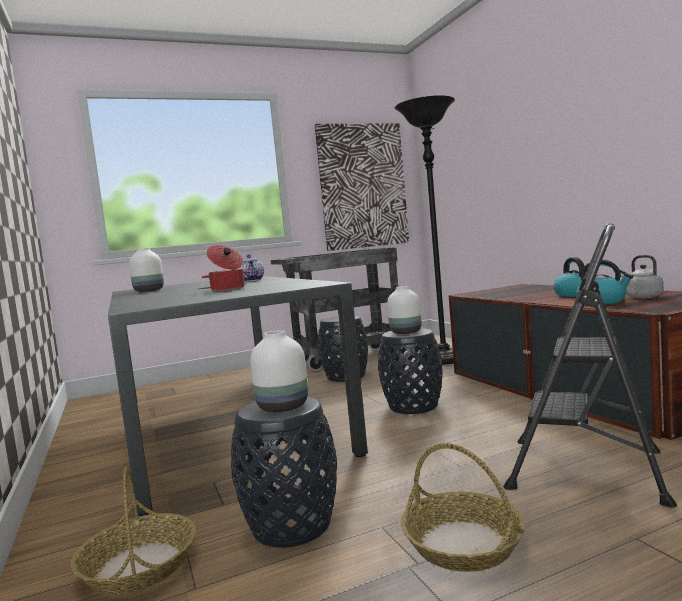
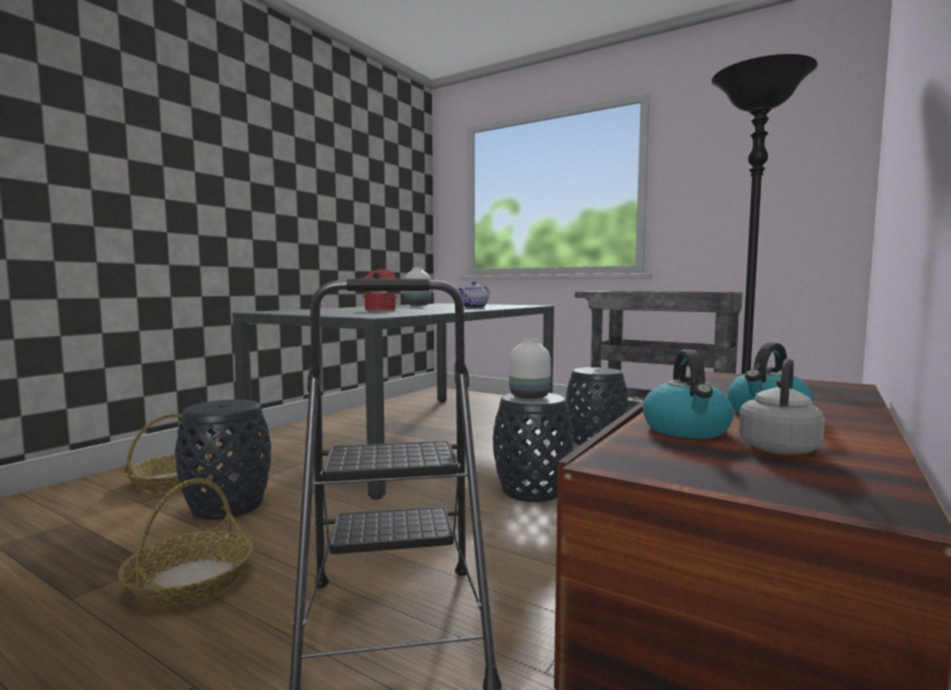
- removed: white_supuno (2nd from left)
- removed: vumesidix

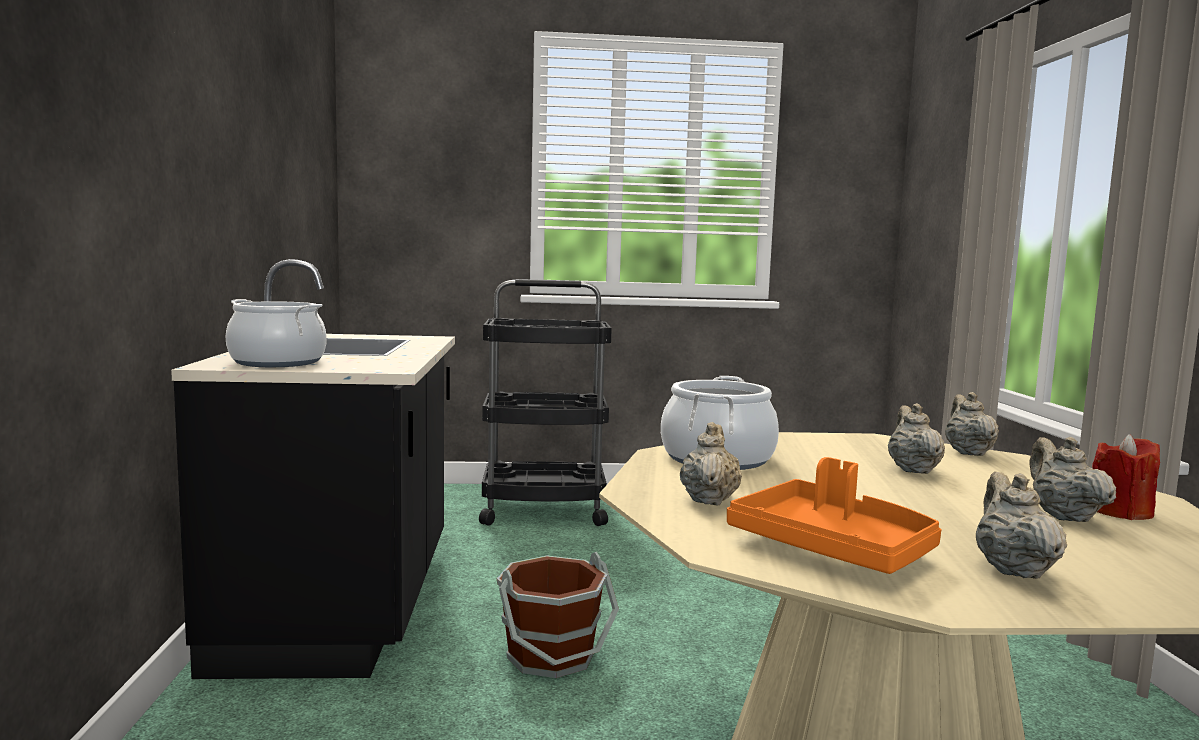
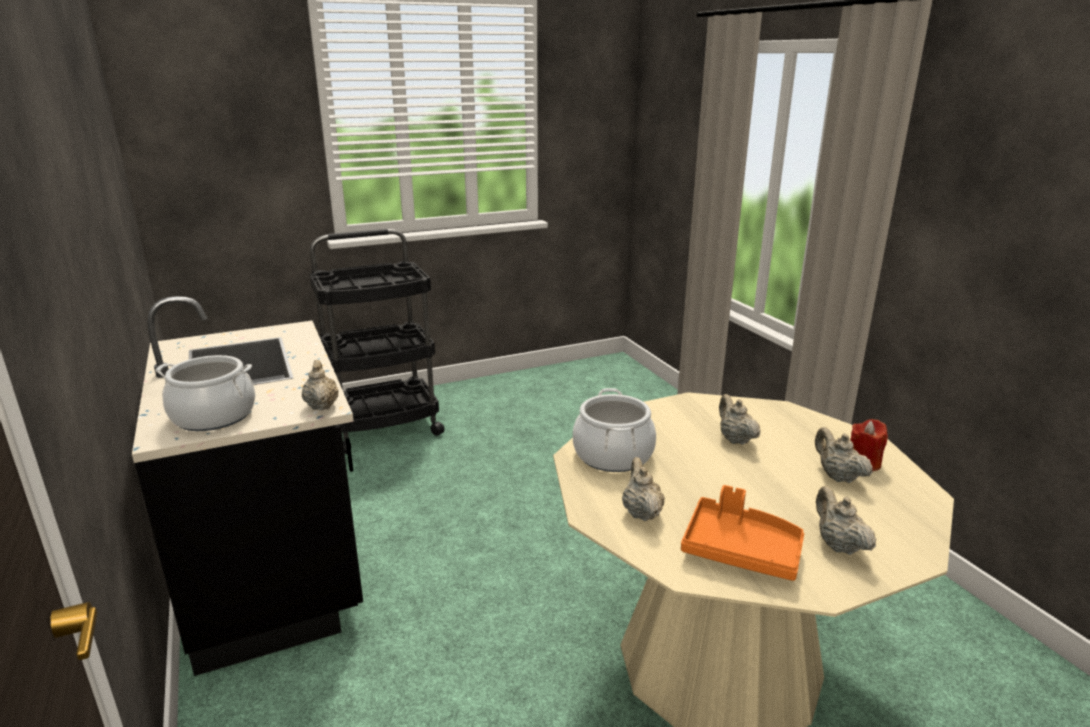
- removed: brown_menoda
- moved: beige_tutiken (3rd from left in the first image) to beige_tutiken (1st from left)

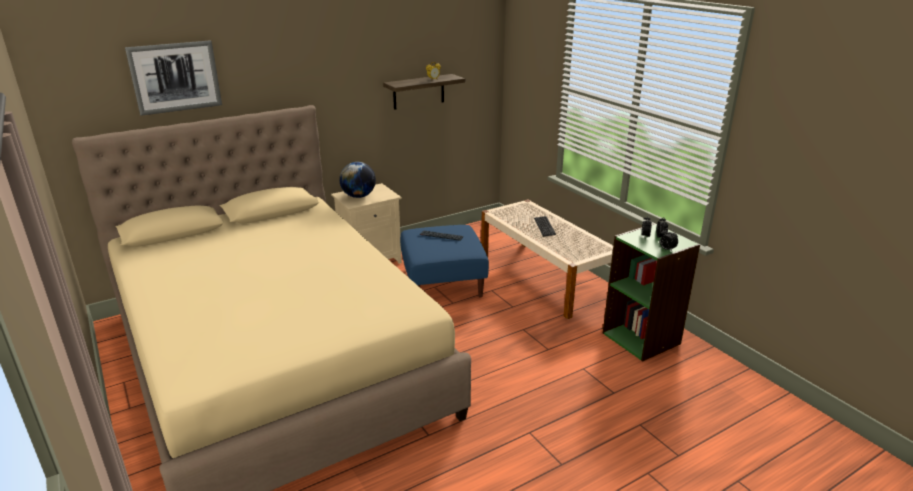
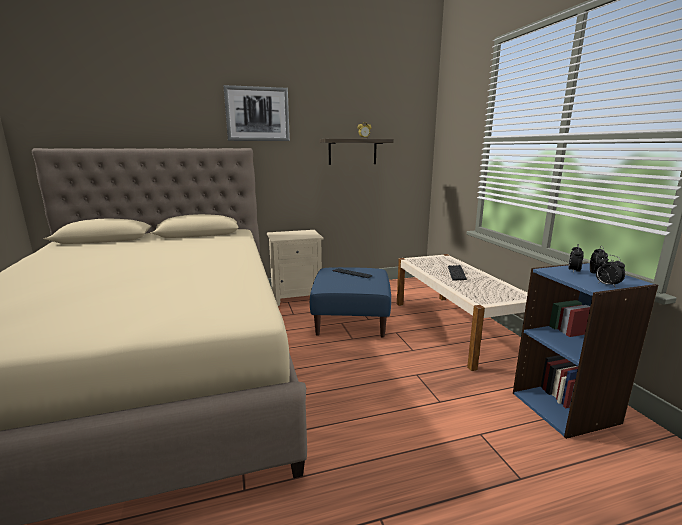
- moved: vumesidix
- removed: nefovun
- recoloured: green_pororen to blue_pororen

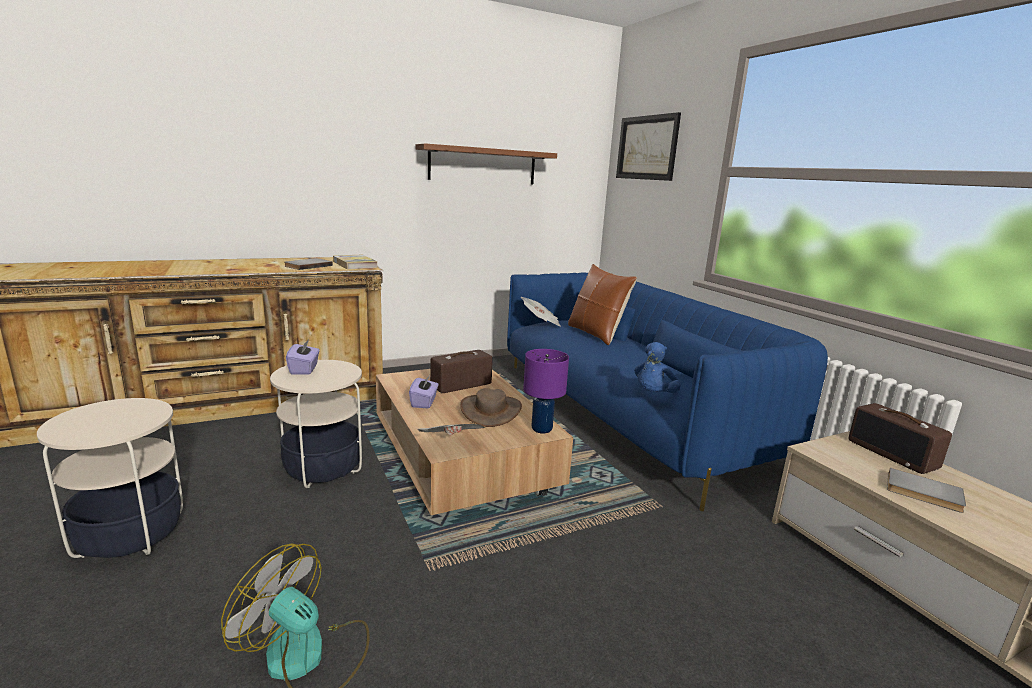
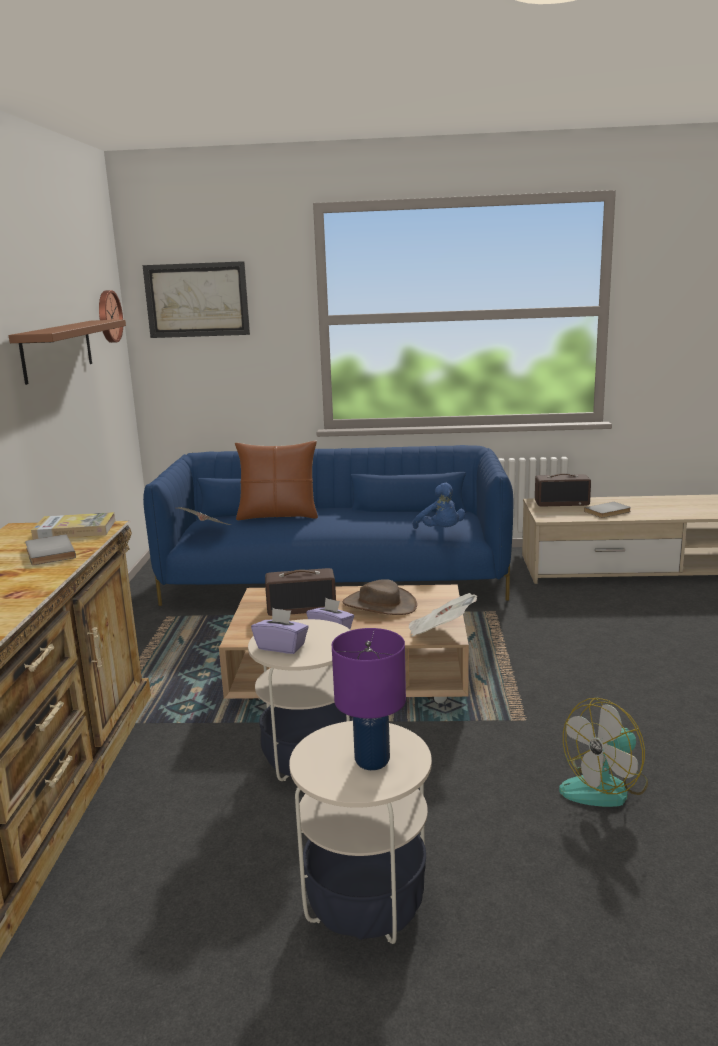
- turned: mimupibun (1st from left) 90 degrees counterclockwise
- moved: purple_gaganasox
- added: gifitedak

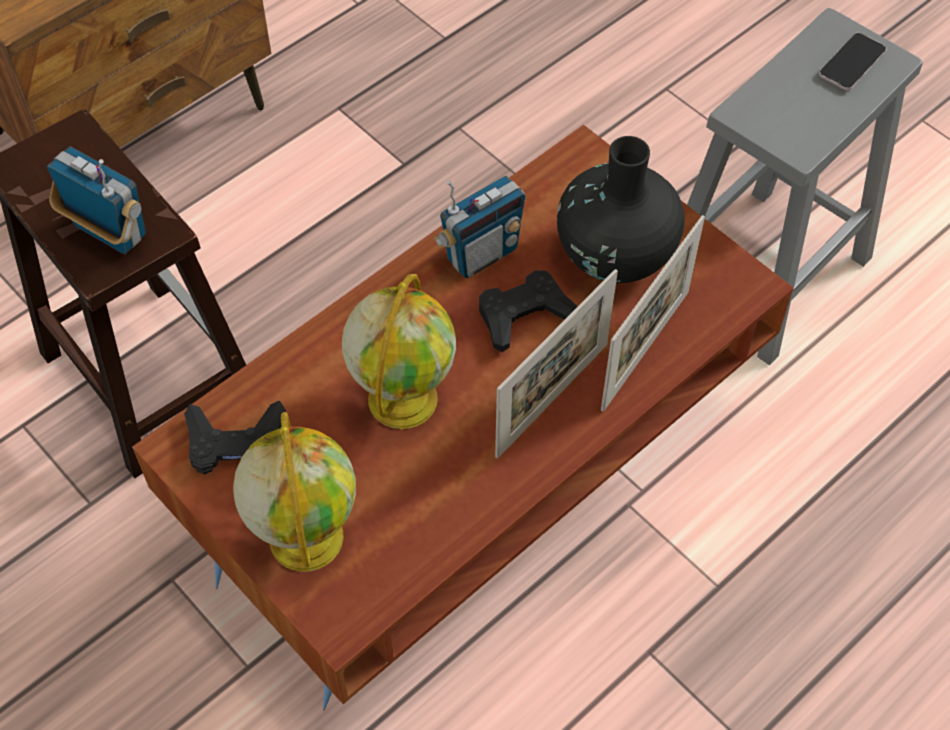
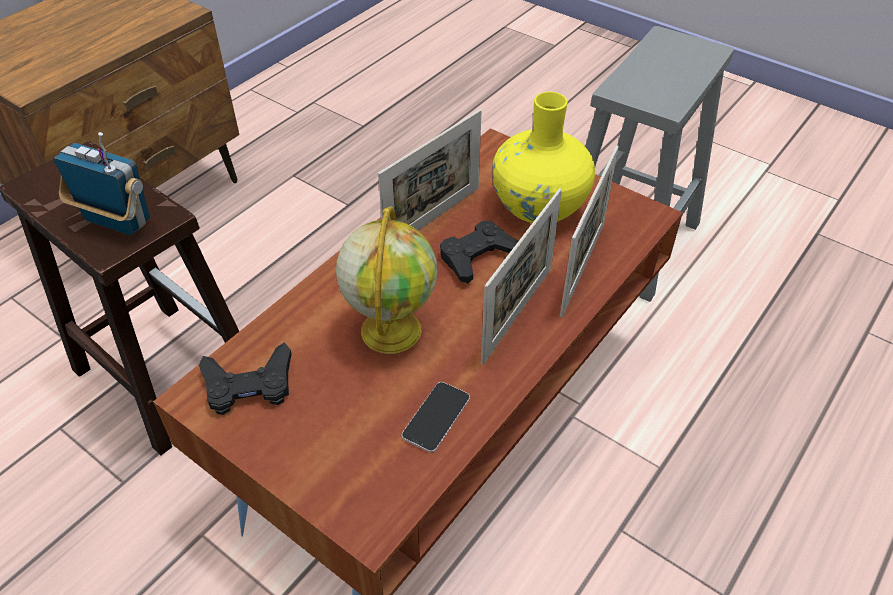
- removed: nefovun (1st from left)
- replaced: mimupibun (2nd from left) to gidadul (1st from left)
- recoloured: black_supuno to yellow_supuno
- moved: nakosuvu

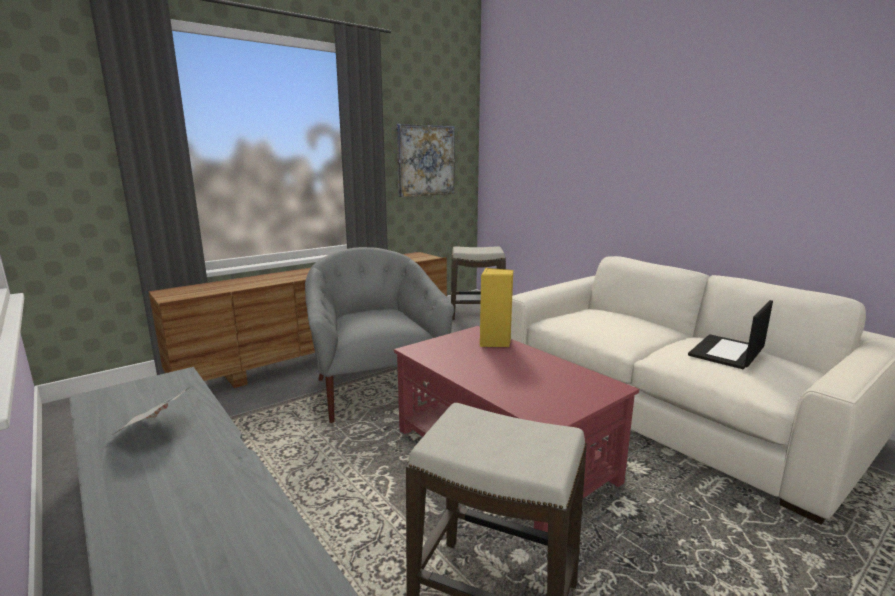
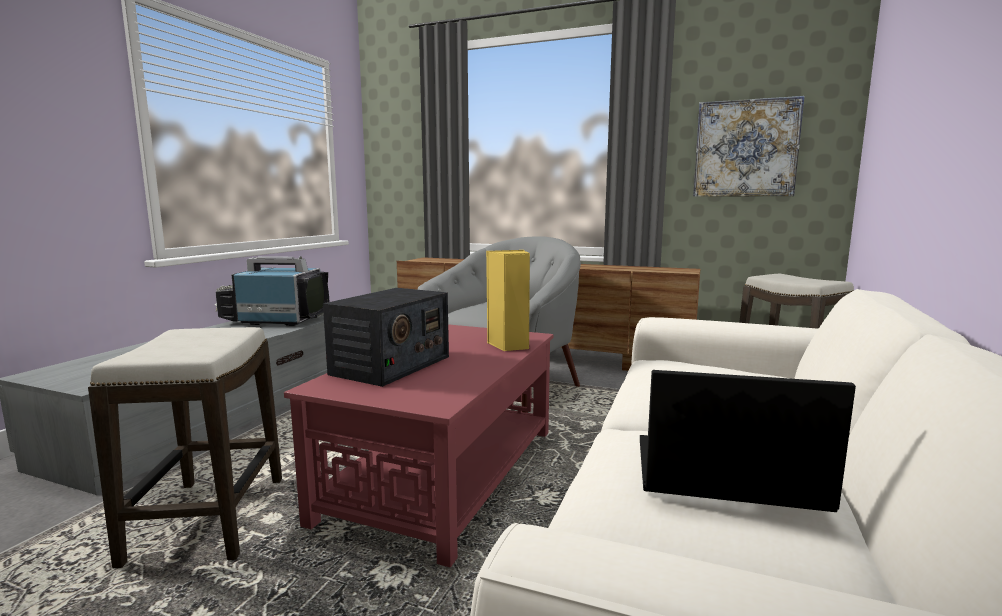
- replaced: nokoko to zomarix
- added: mimupibun

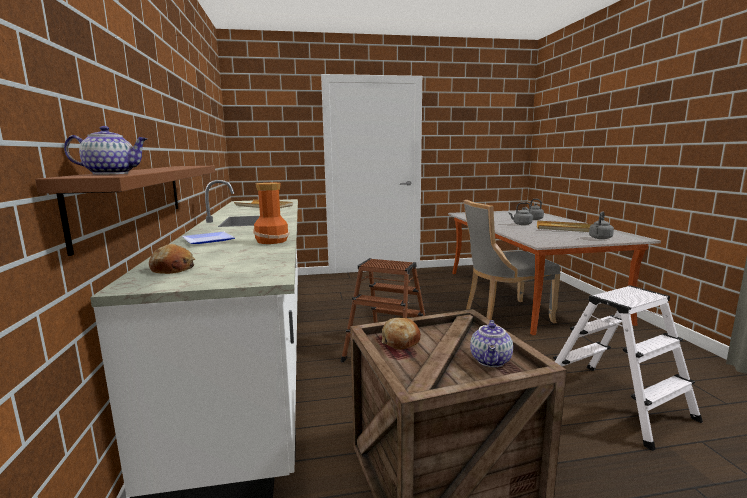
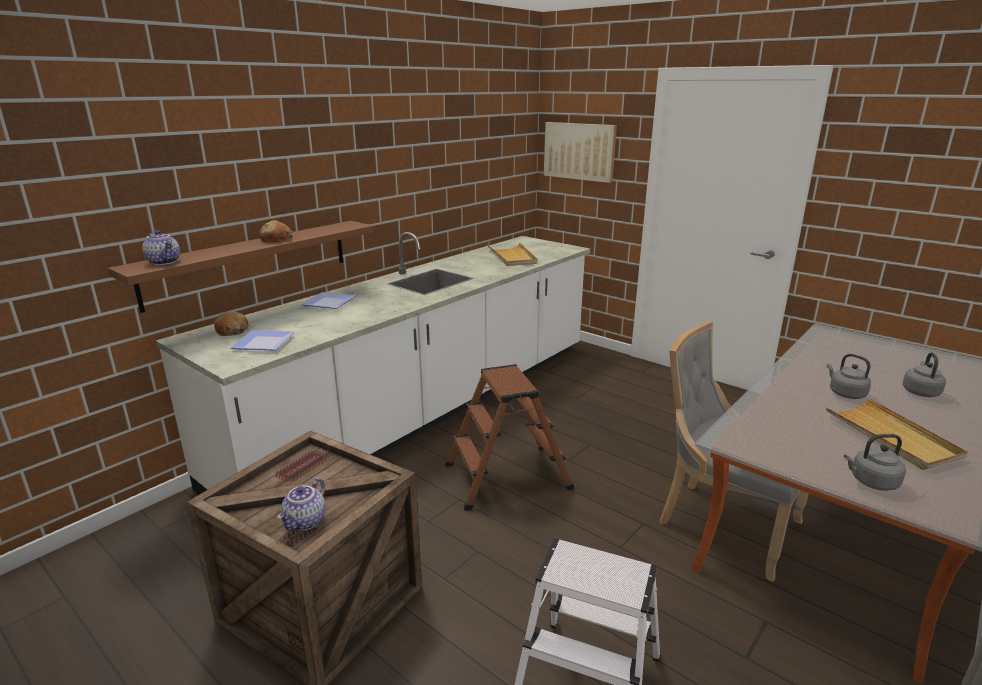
- removed: supuno
- moved: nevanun (2nd from left)
- turned: tutiken (2nd from left) 45 degrees counterclockwise
- added: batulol (1st from left)
- added: vumesidix

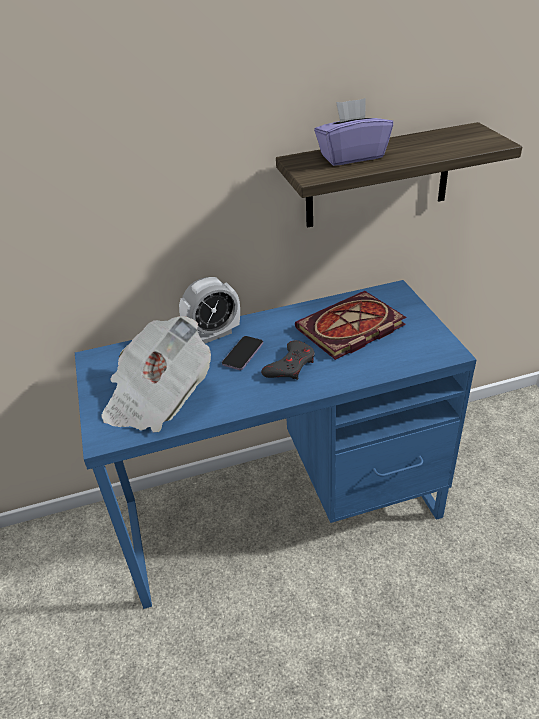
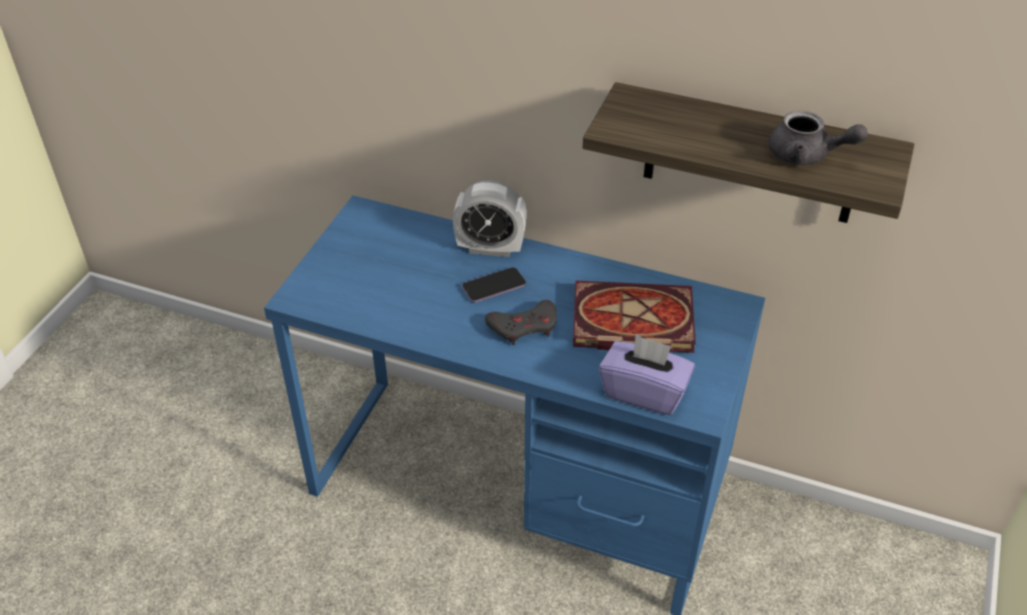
- removed: nokoko
- moved: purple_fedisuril
- added: grey_tutiken

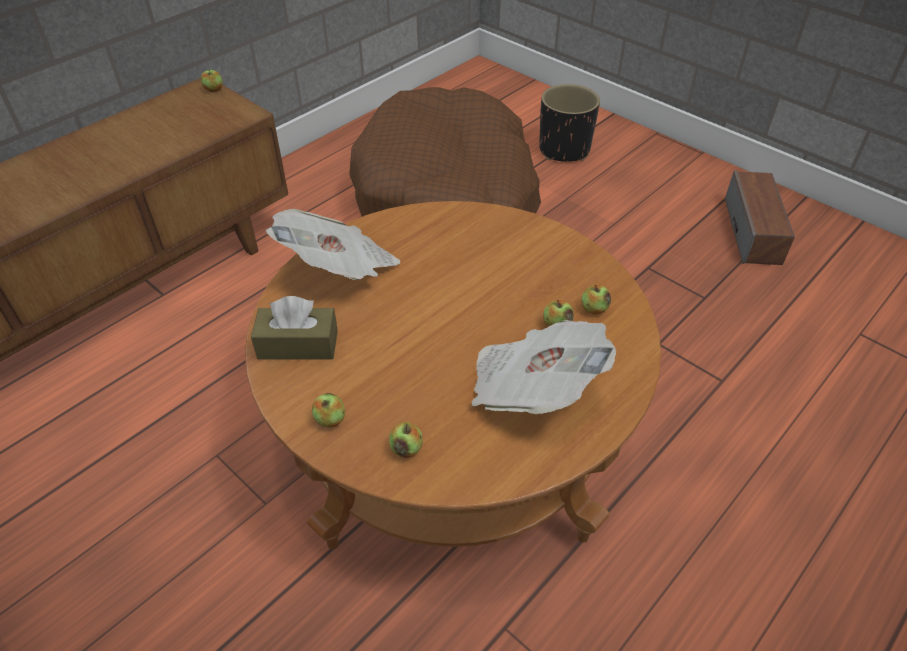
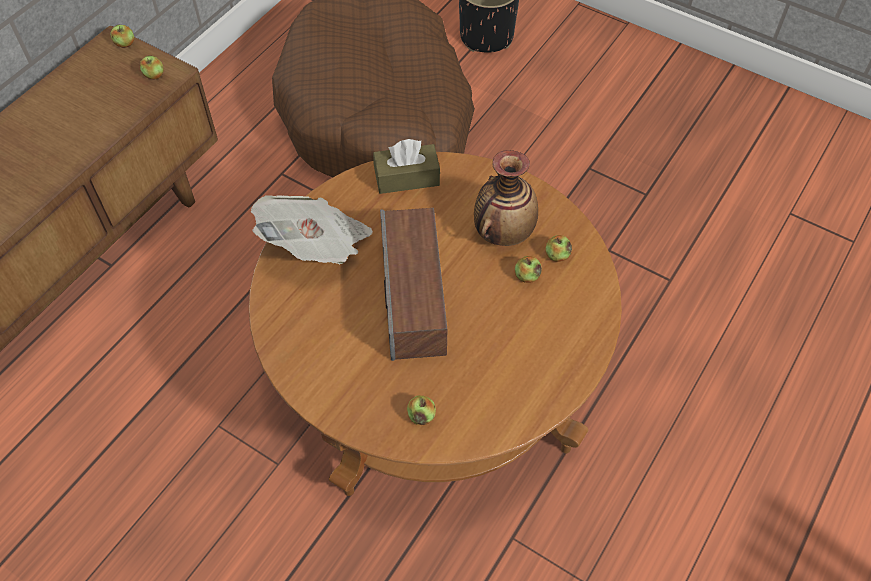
- moved: brown_fedisuril
- moved: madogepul (2nd from left)
- removed: nokoko (2nd from left)
- moved: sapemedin
- added: supuno

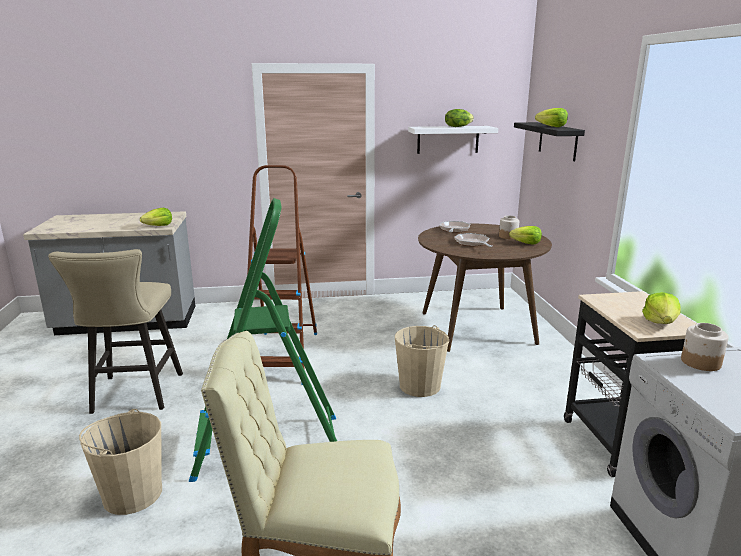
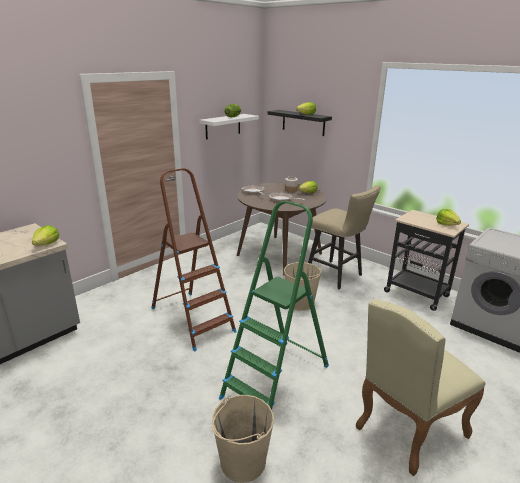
- moved: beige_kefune
- removed: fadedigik (2nd from left)

